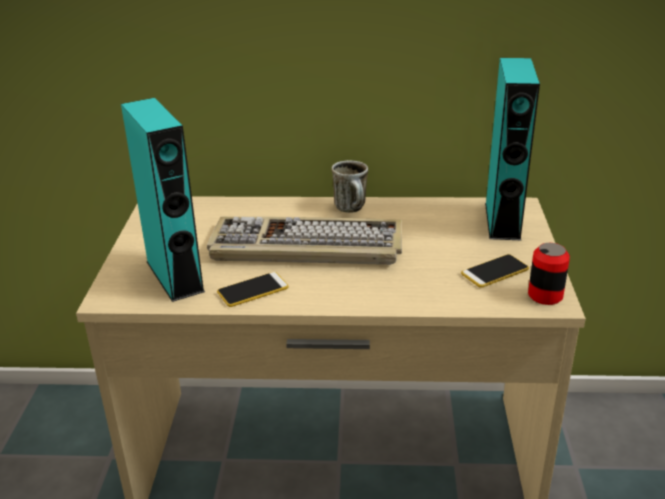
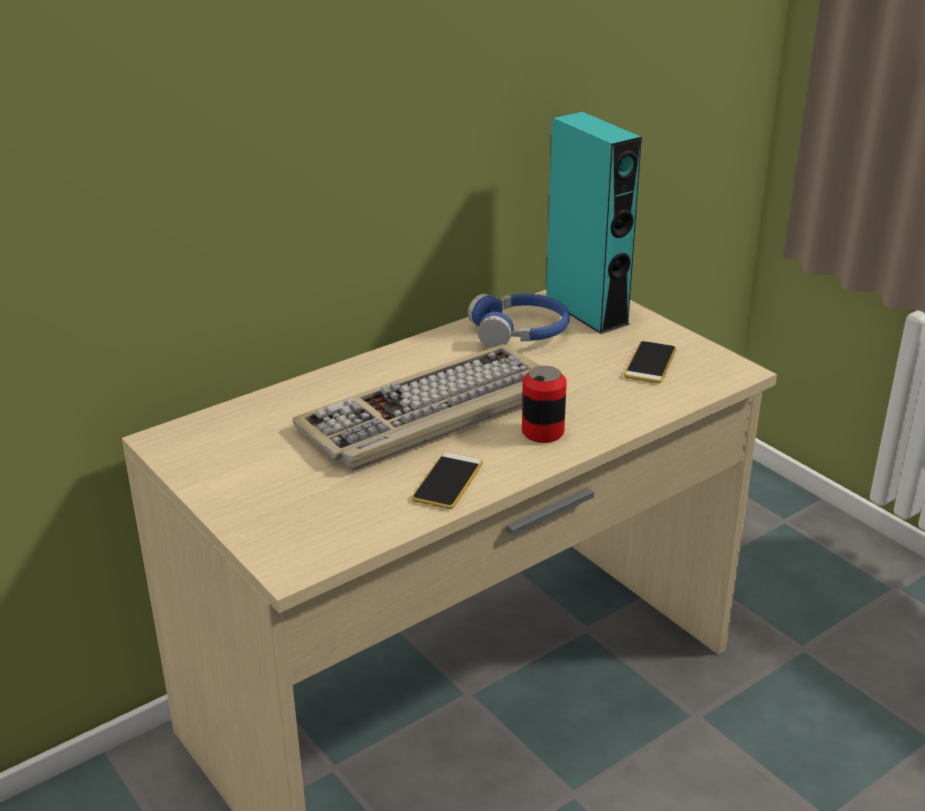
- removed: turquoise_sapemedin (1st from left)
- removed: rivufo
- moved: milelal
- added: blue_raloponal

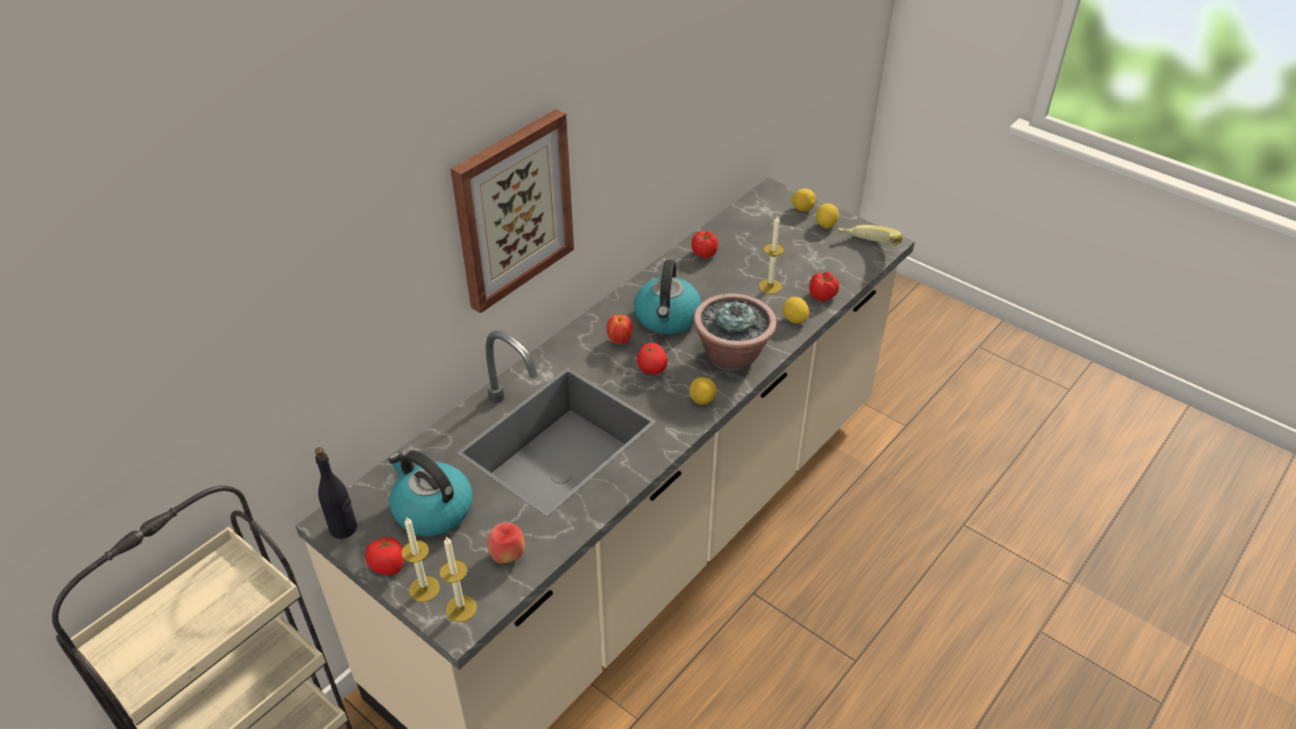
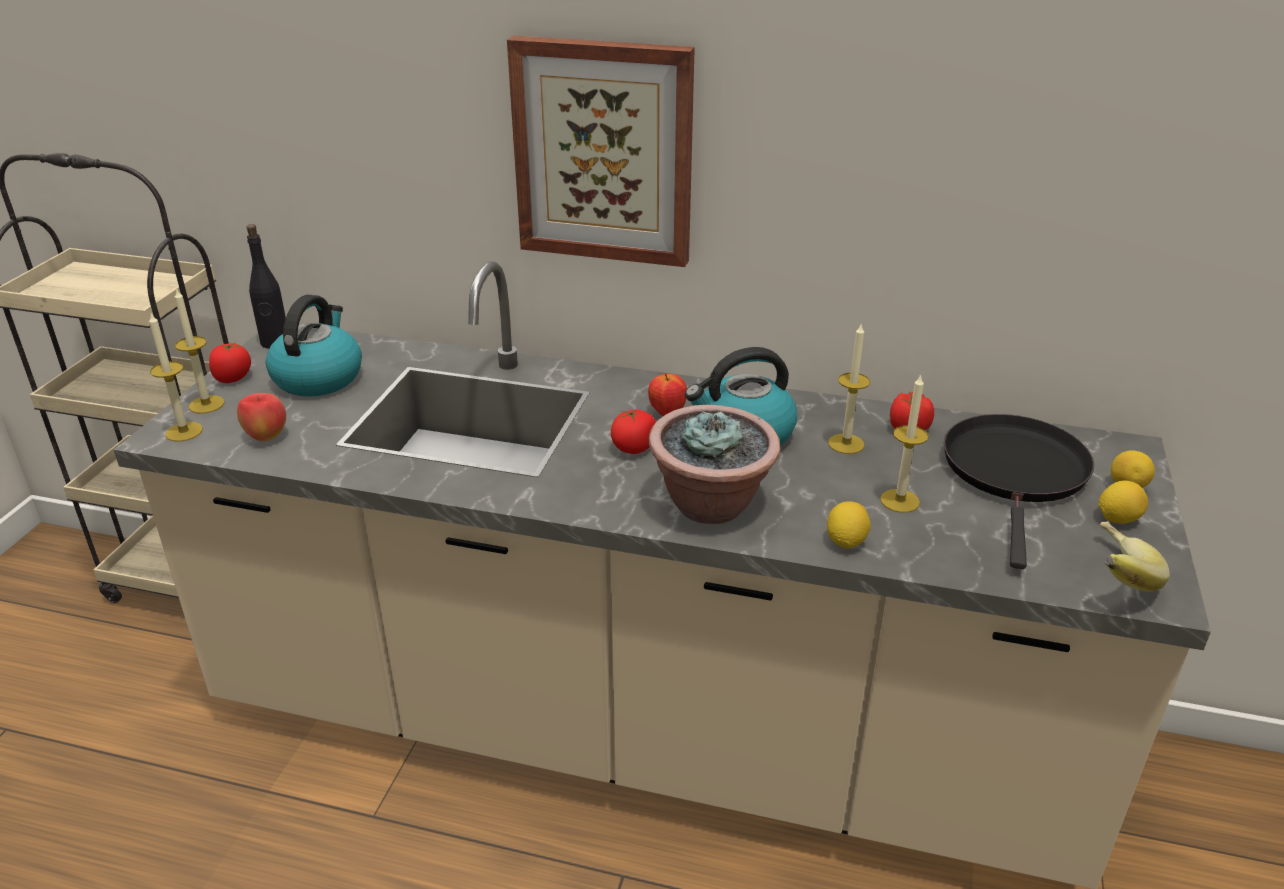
- removed: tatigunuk (1st from left)
- removed: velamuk (4th from left)
- added: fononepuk (3rd from left)
- added: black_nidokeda

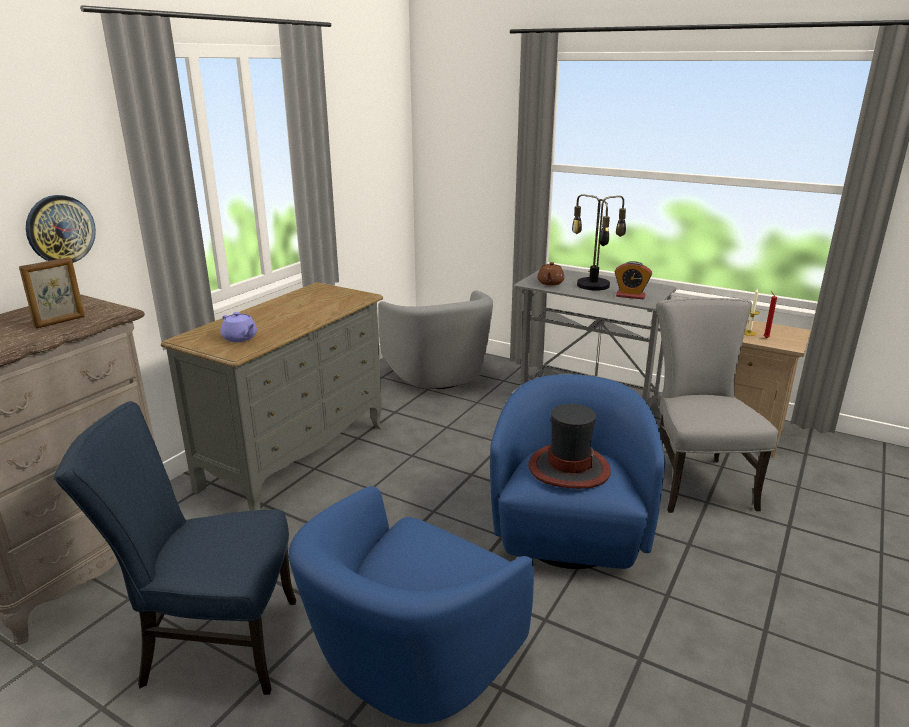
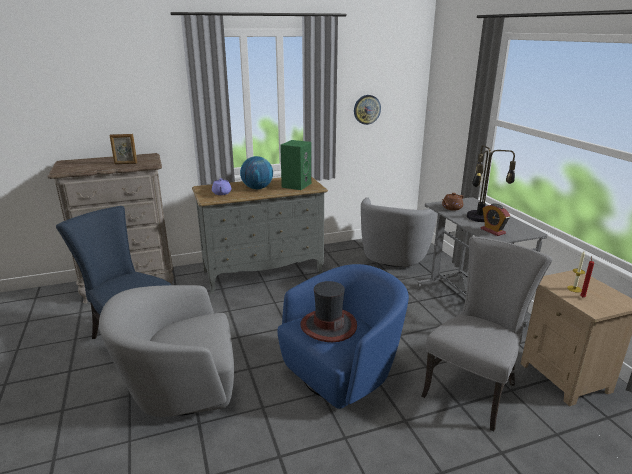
- moved: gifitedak
- recoloured: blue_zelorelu (1st from left) to grey_zelorelu (1st from left)
- added: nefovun
- added: green_sapemedin

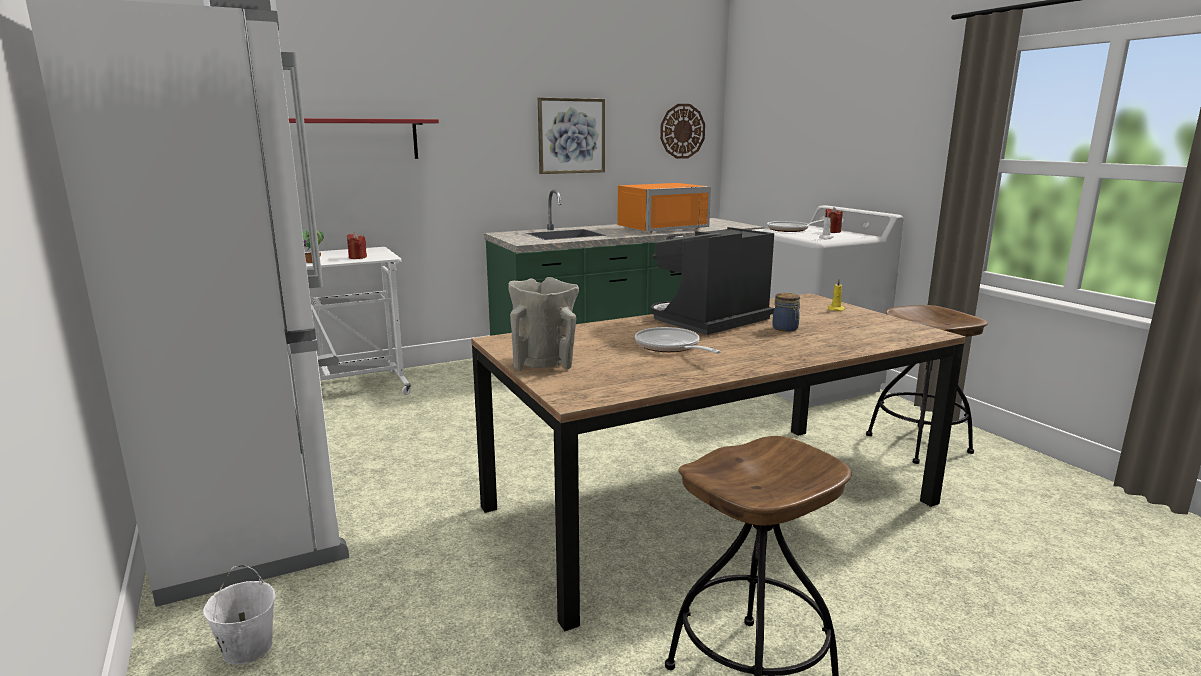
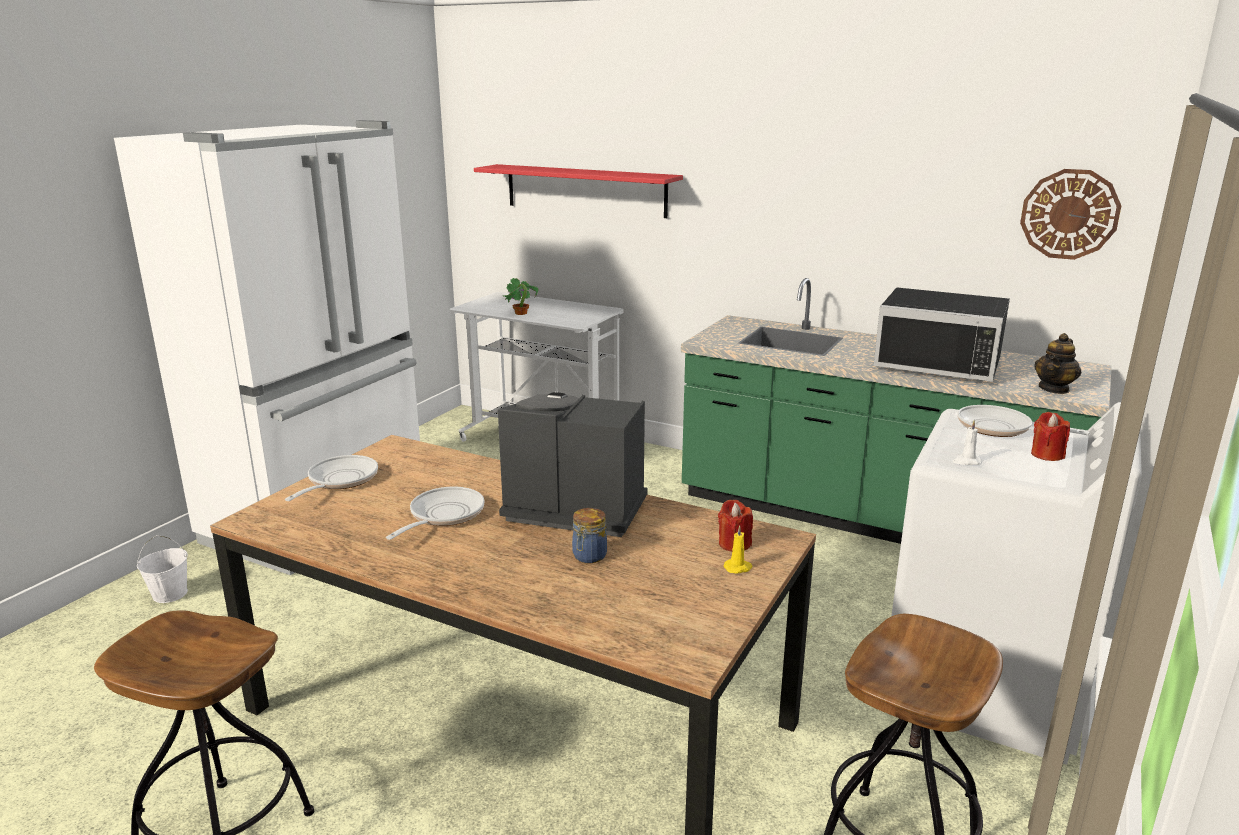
- moved: red_fononepuk (1st from left)
- replaced: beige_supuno to nidokeda (1st from left)
- removed: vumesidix
- recoloured: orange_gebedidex to black_gebedidex
- added: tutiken

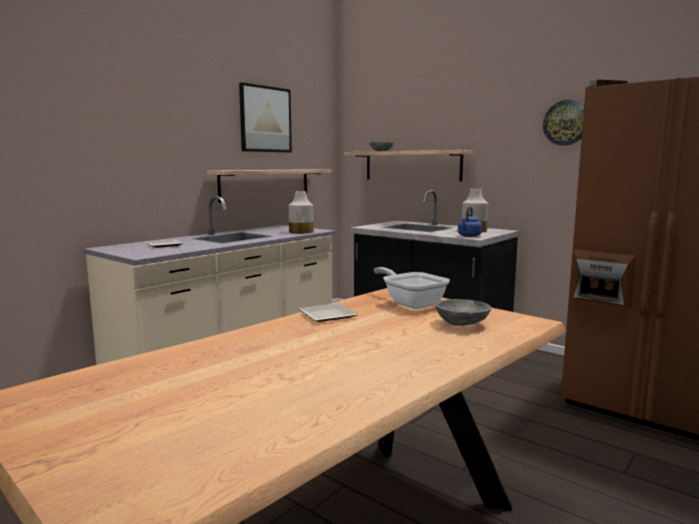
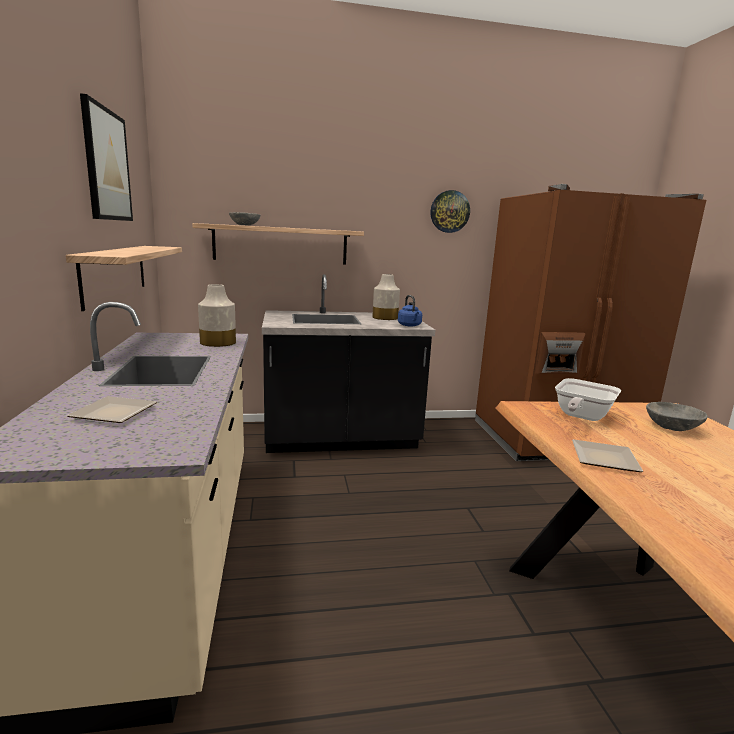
- turned: nidokeda 60 degrees counterclockwise

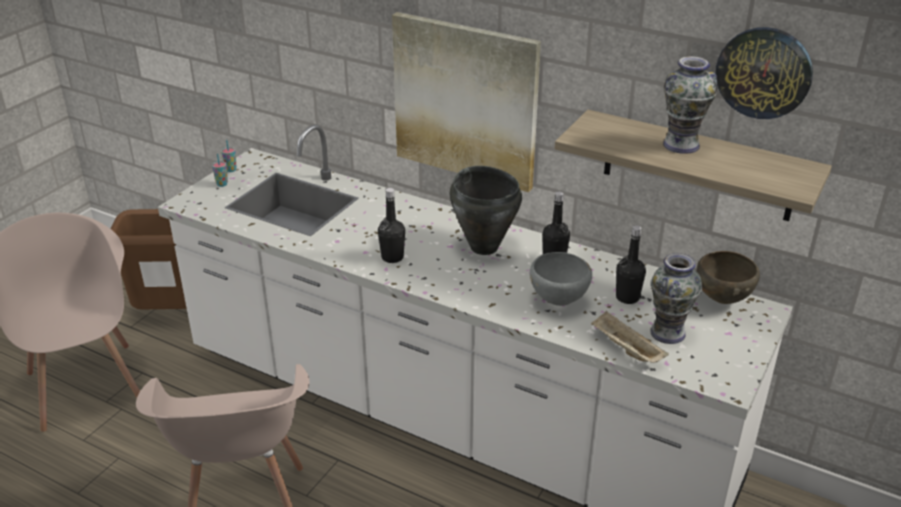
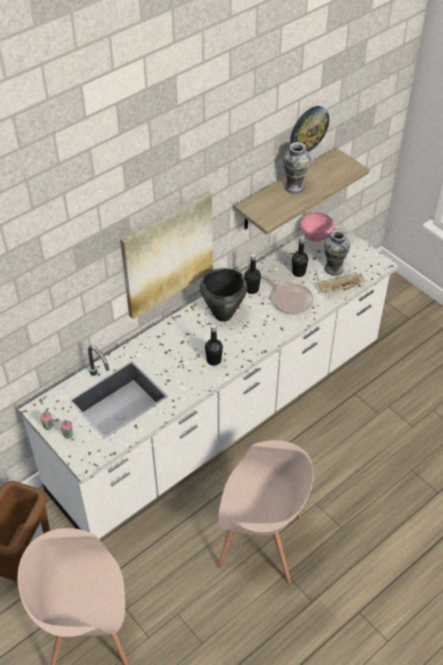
- replaced: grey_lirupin to nidokeda
- recoloured: brown_lirupin to pink_lirupin

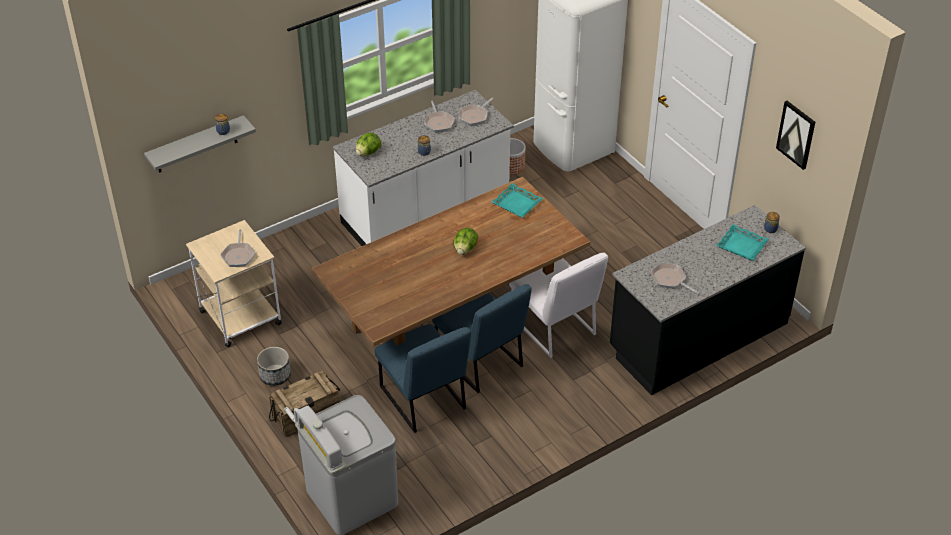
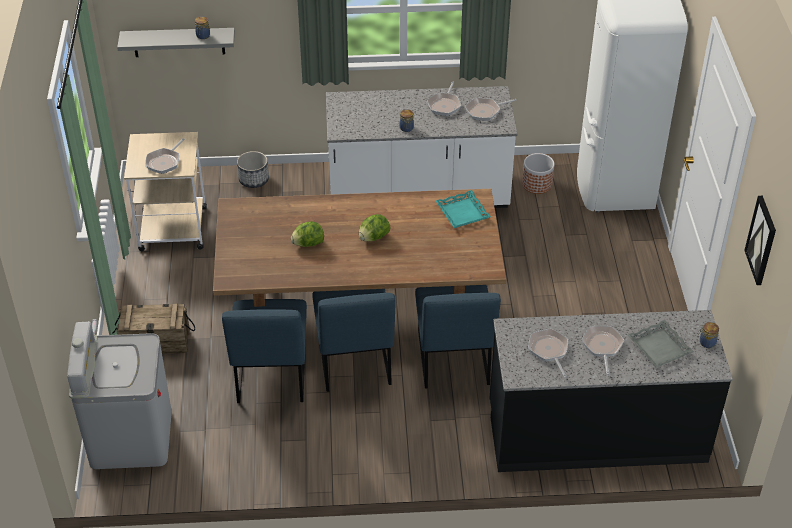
- moved: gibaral (1st from left)
- moved: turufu (1st from left)
- recoloured: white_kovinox to blue_kovinox (3rd from left)
- recoloured: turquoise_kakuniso (2nd from left) to grey_kakuniso
- added: nidokeda (5th from left)

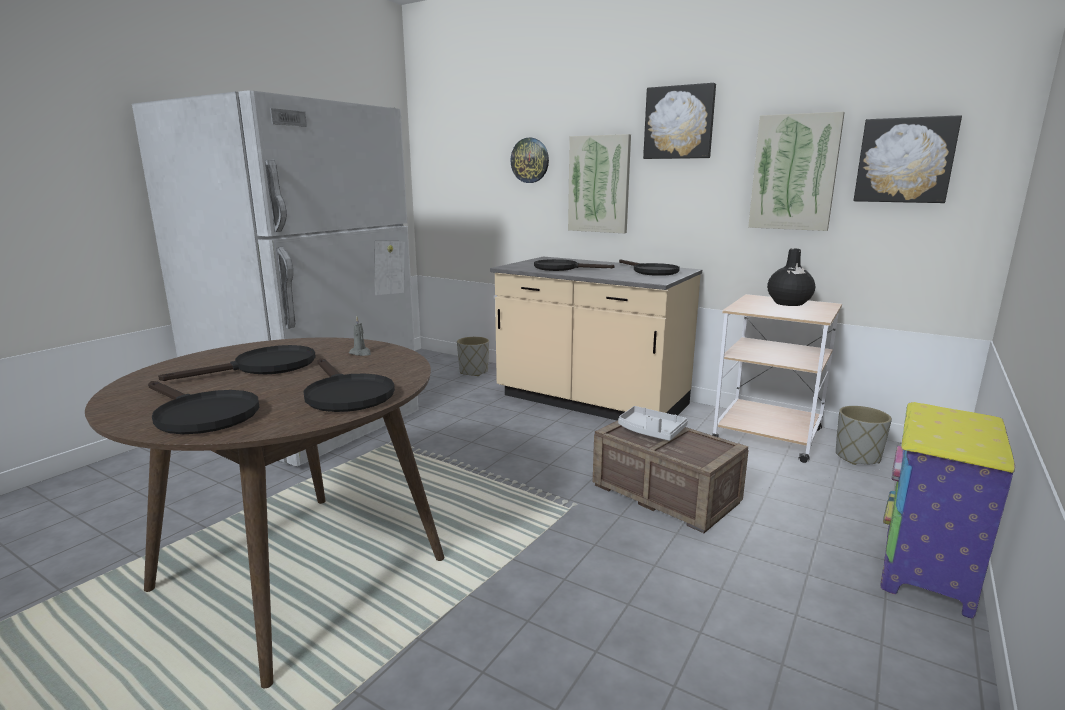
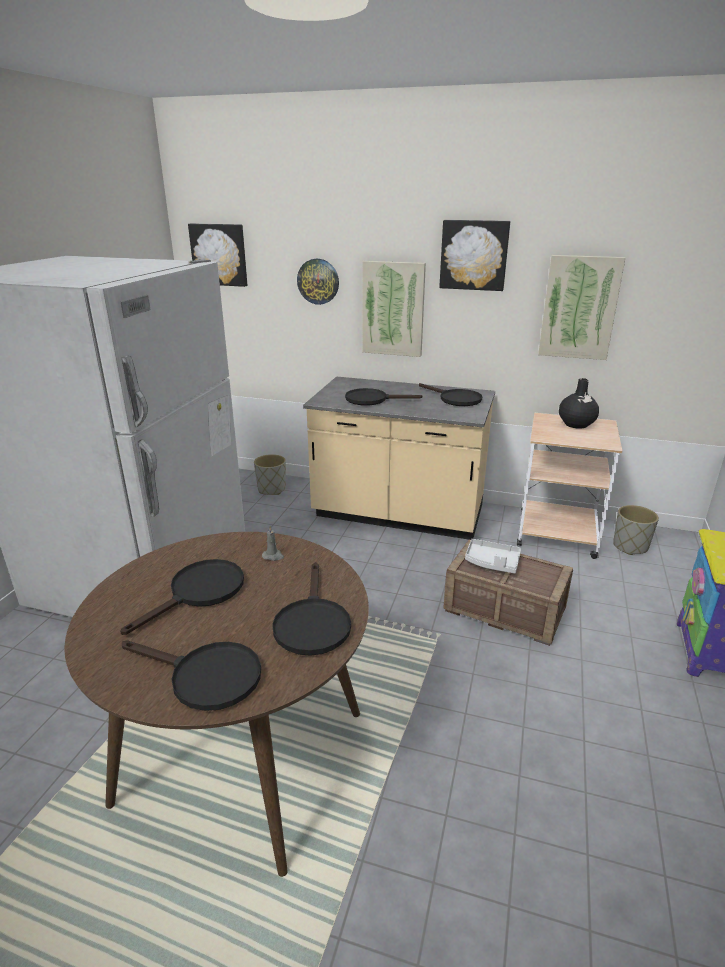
- turned: black_nidokeda (3rd from left) 45 degrees clockwise
- moved: vumesidix (4th from left in the first image) to vumesidix (1st from left)

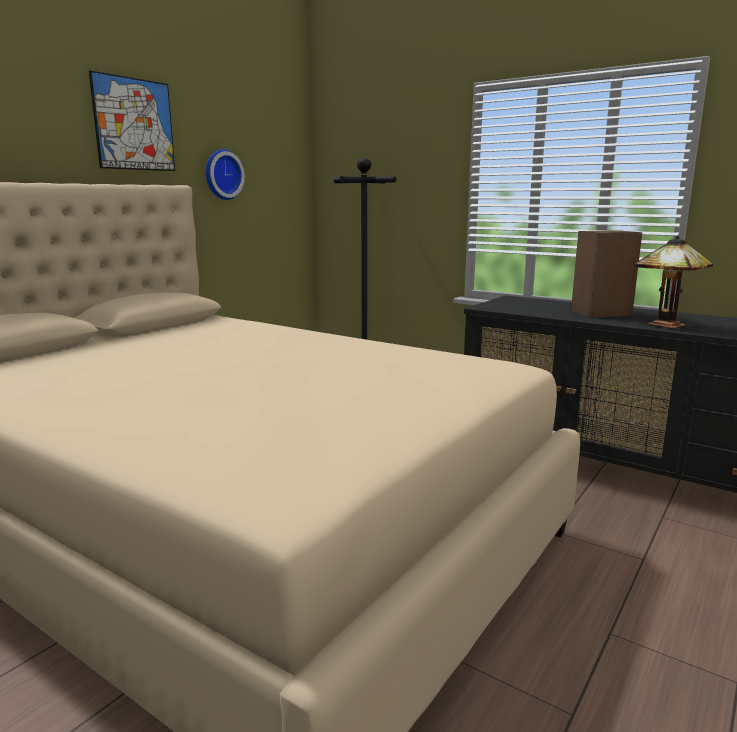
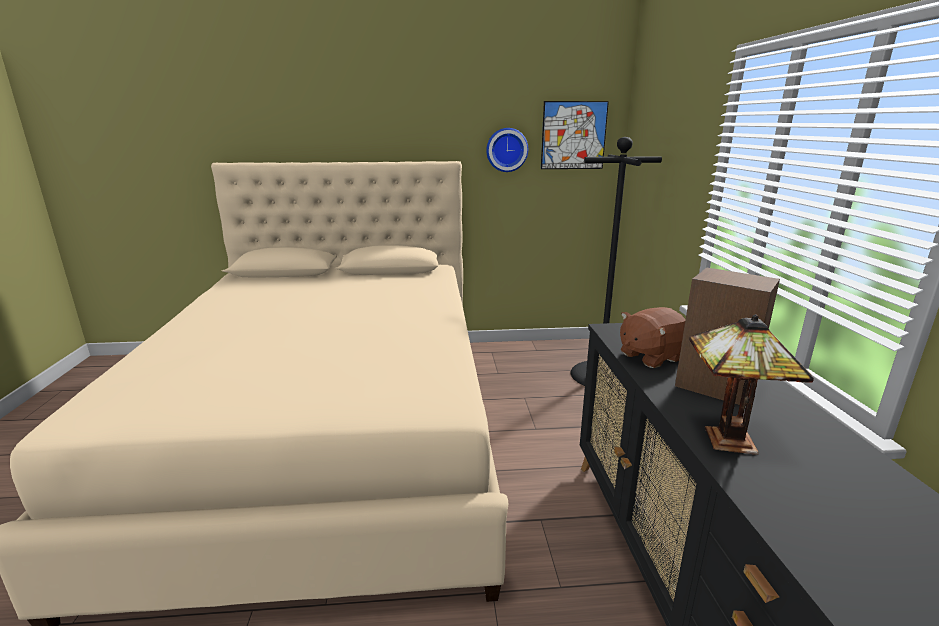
- moved: vumesidix
- added: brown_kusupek

